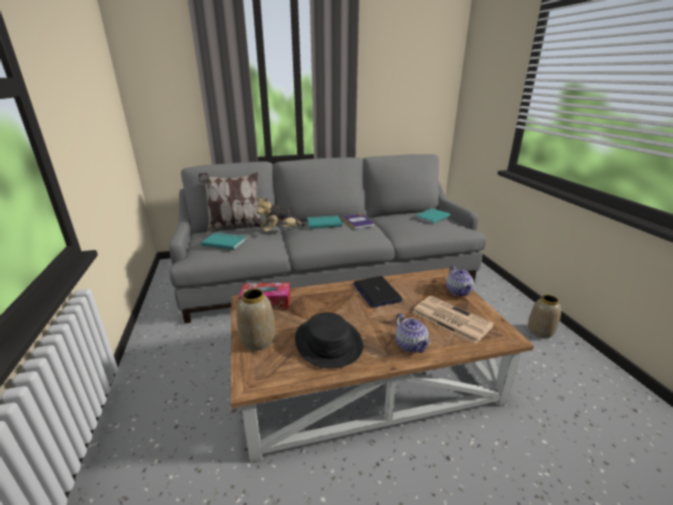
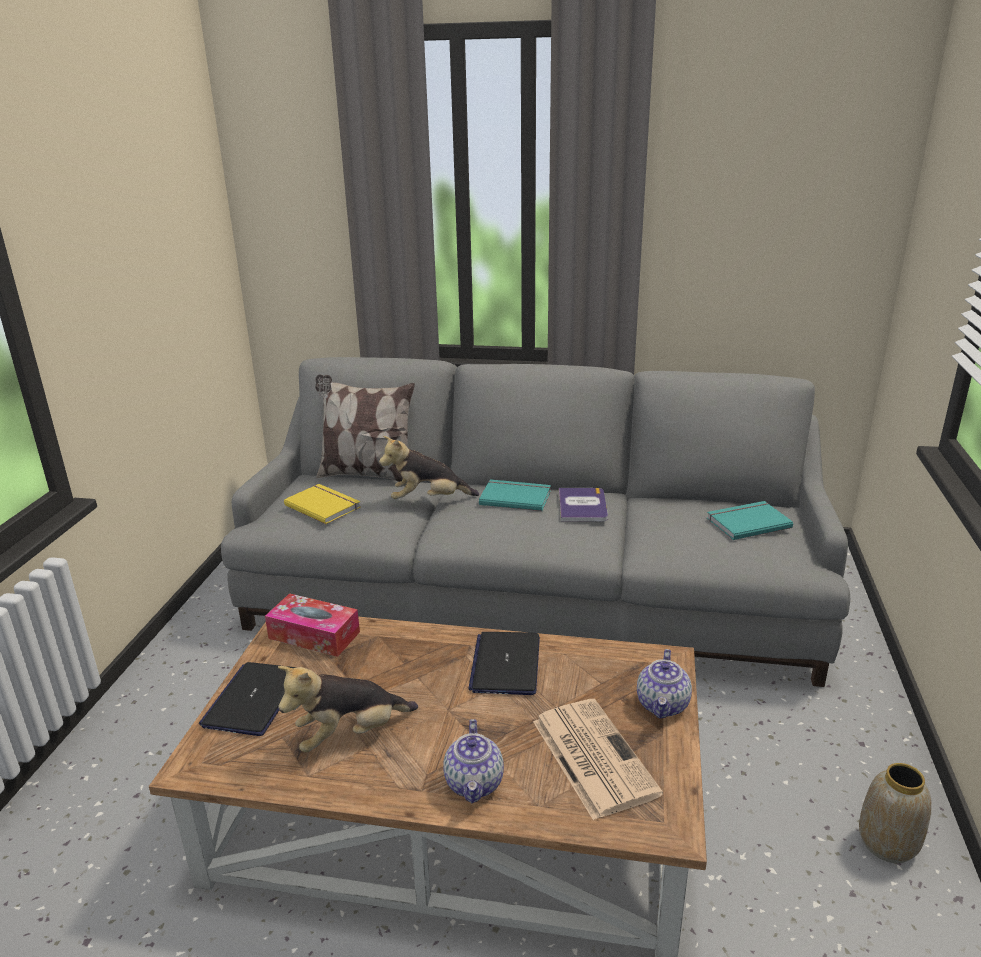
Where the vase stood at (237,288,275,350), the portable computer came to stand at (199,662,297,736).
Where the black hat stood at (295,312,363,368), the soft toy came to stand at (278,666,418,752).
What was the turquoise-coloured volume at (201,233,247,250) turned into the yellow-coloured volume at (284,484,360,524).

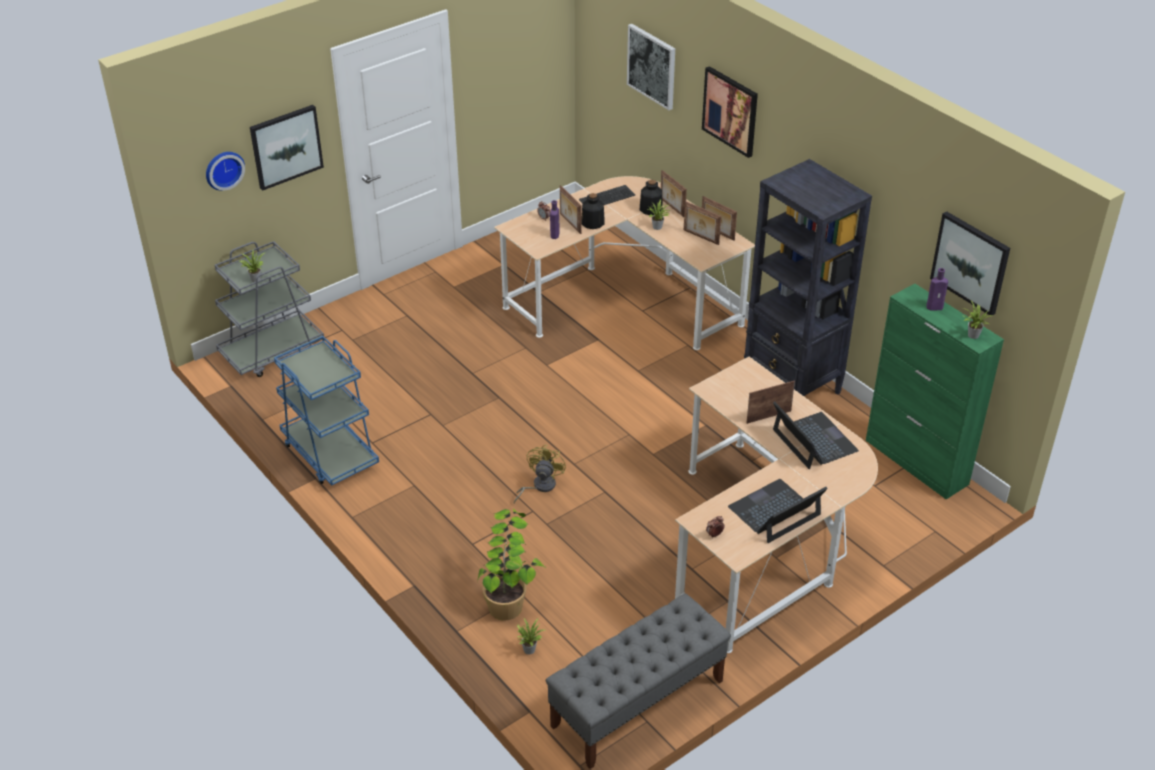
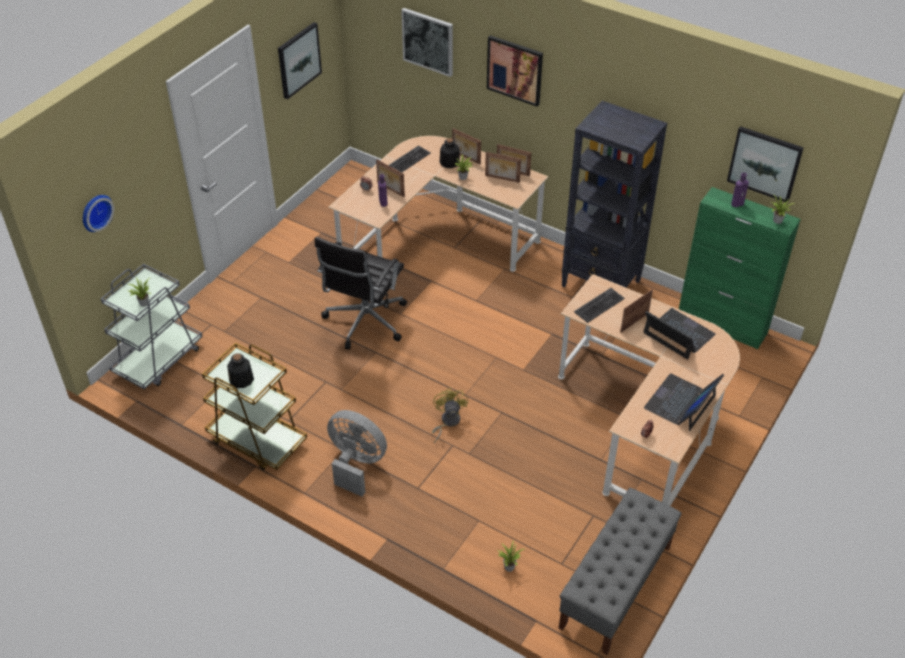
The second view lost the plant in a pot at (477,509,546,620).
The second view gained the black computer chair at (315,237,407,349).
The second view gained the grey cooling fan at (327,410,387,496).
The second view gained the computer keyboard at (574,288,625,323).
The picture ended up elsewhere, having gone from (250,105,324,191) to (278,22,322,100).
The bottle ended up elsewhere, having gone from (582,193,605,229) to (227,354,254,388).
What was the bluish wheeled cart at (274,336,379,486) turned into the brown-coloured wheeled cart at (202,343,307,470).

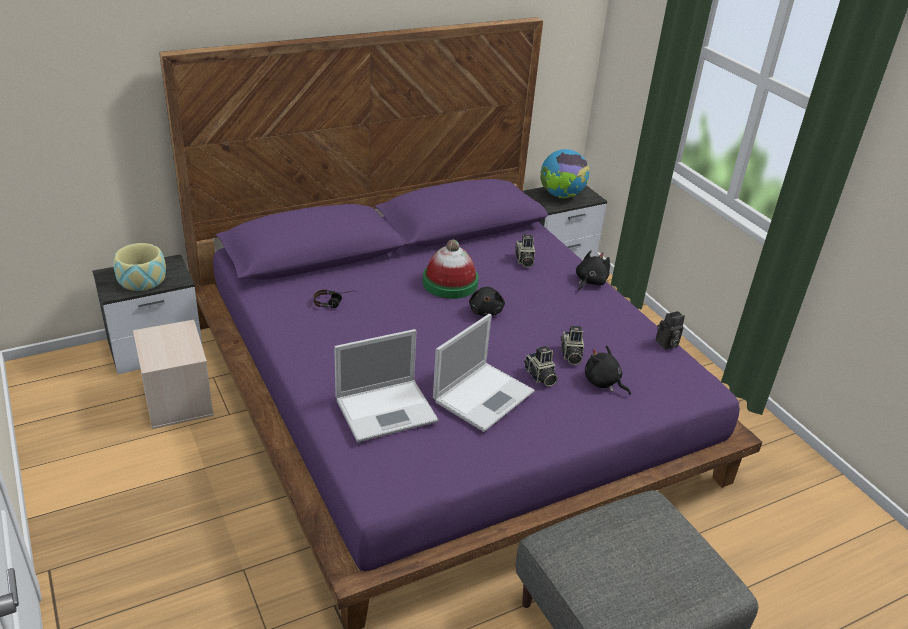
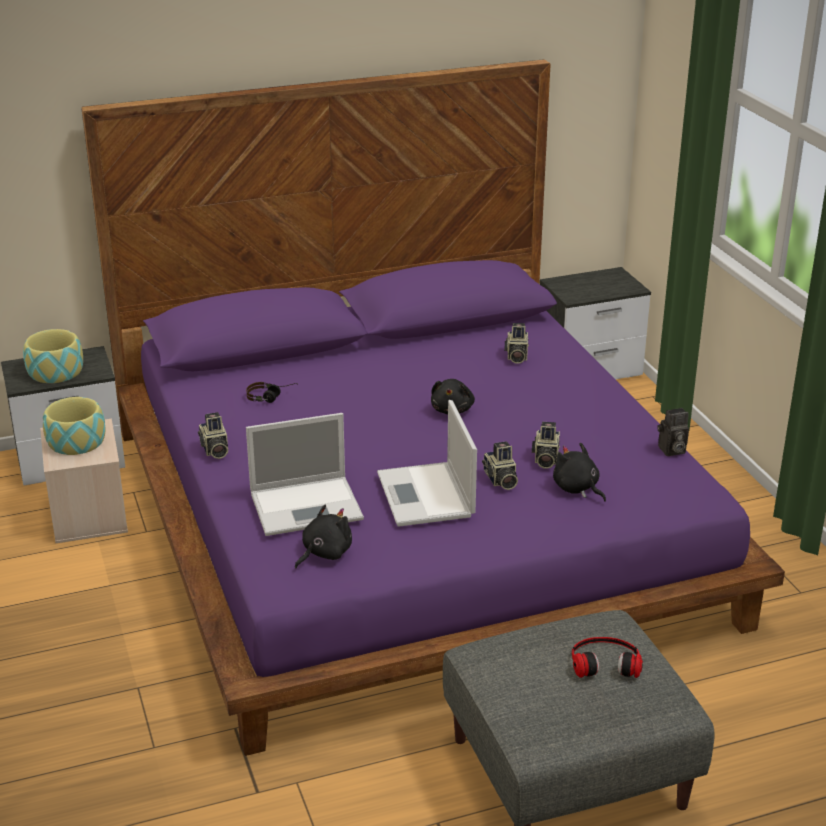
The second view lost the hat at (423,239,478,299).
The second view lost the desk globe at (540,149,589,198).
The second view gained the deep dish at (43,397,105,455).
The second view gained the still camera at (198,412,228,459).
The second view gained the headset at (572,637,643,678).
The black soft toy ended up elsewhere, having gone from (576,250,610,291) to (295,505,352,568).
The portable computer at (433,314,535,432) ended up facing another way, 120 degrees clockwise from before.

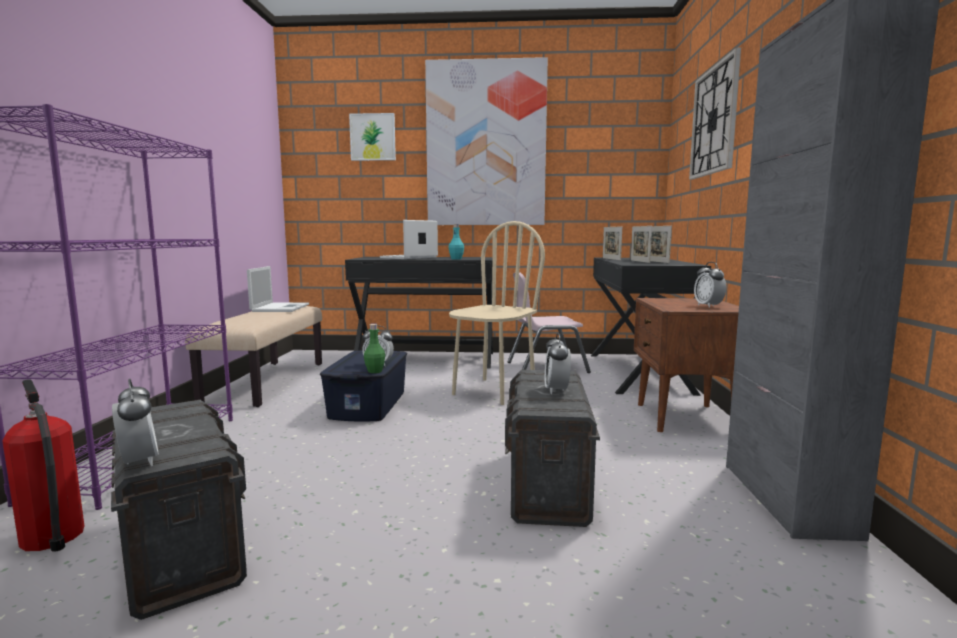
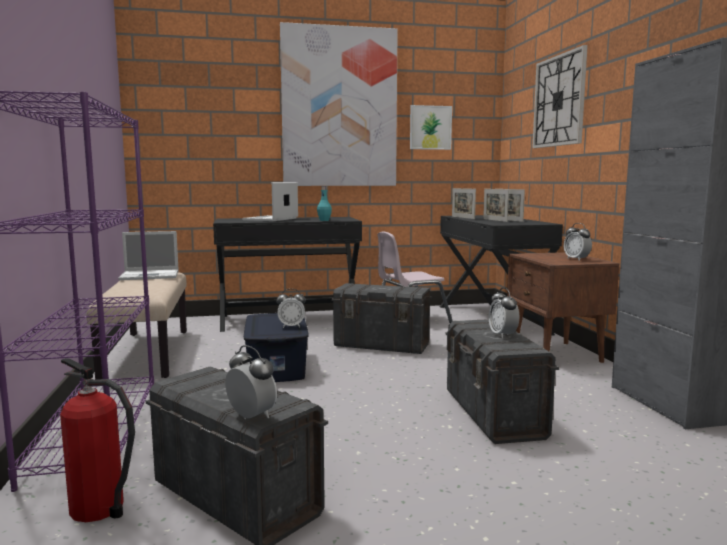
The second view lost the green bottle at (364,324,385,373).
The picture ended up elsewhere, having gone from (349,113,396,161) to (410,105,452,150).
Where the beige-coloured plain chair stood at (449,221,545,405), the grey storage container came to stand at (331,283,432,354).
The portable computer at (247,266,309,312) ended up facing another way, 90 degrees clockwise from before.

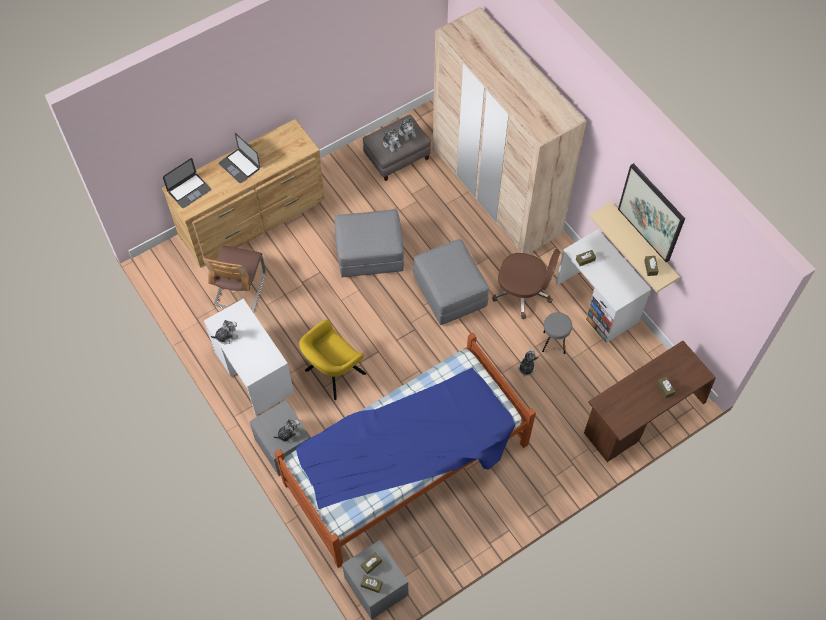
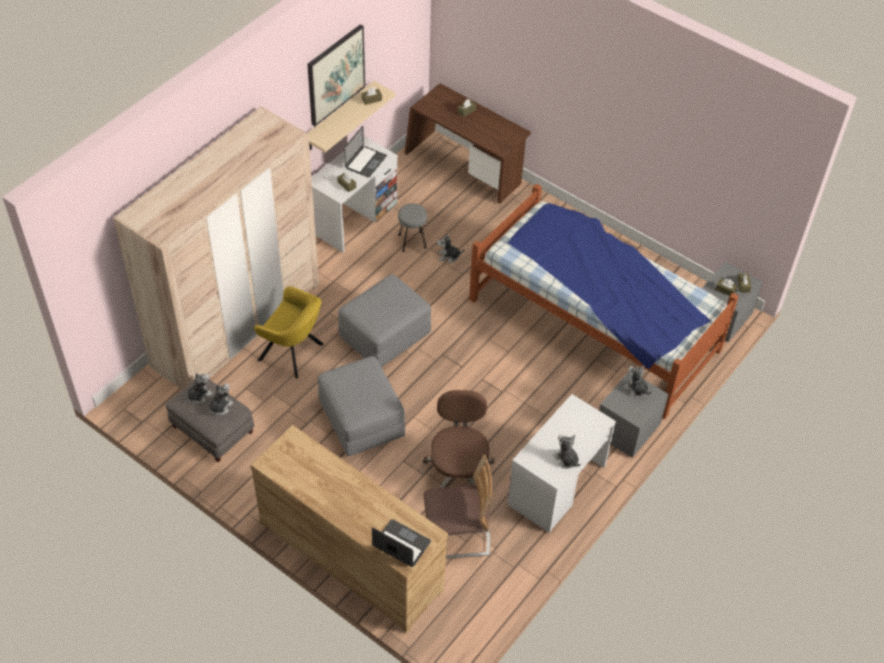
The portable computer ended up elsewhere, having gone from (219,133,260,183) to (344,126,387,177).
The yellow-coloured lounge chair ended up elsewhere, having gone from (299,320,366,400) to (254,286,323,379).
The brown-coloured computer chair ended up elsewhere, having gone from (492,249,560,319) to (423,390,495,488).

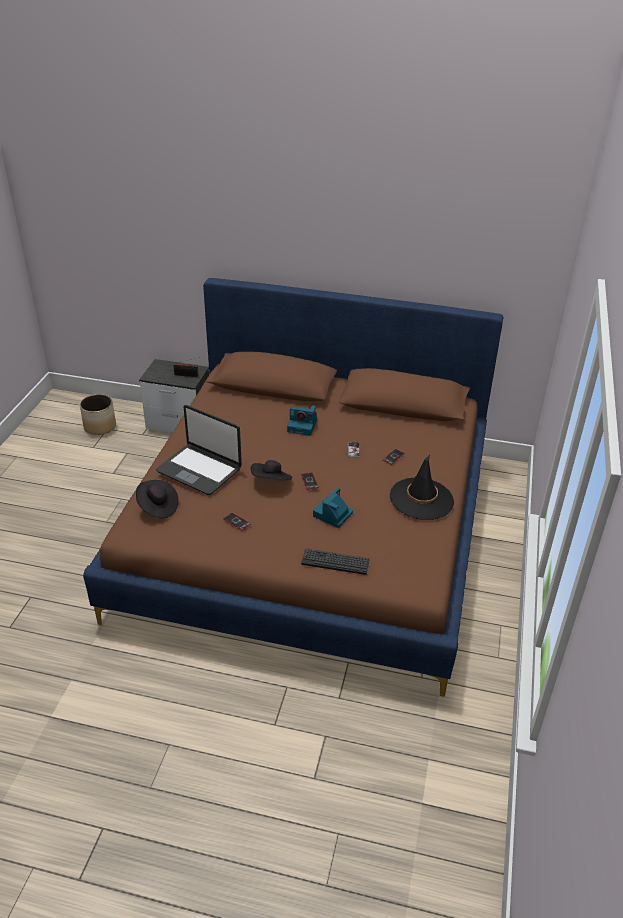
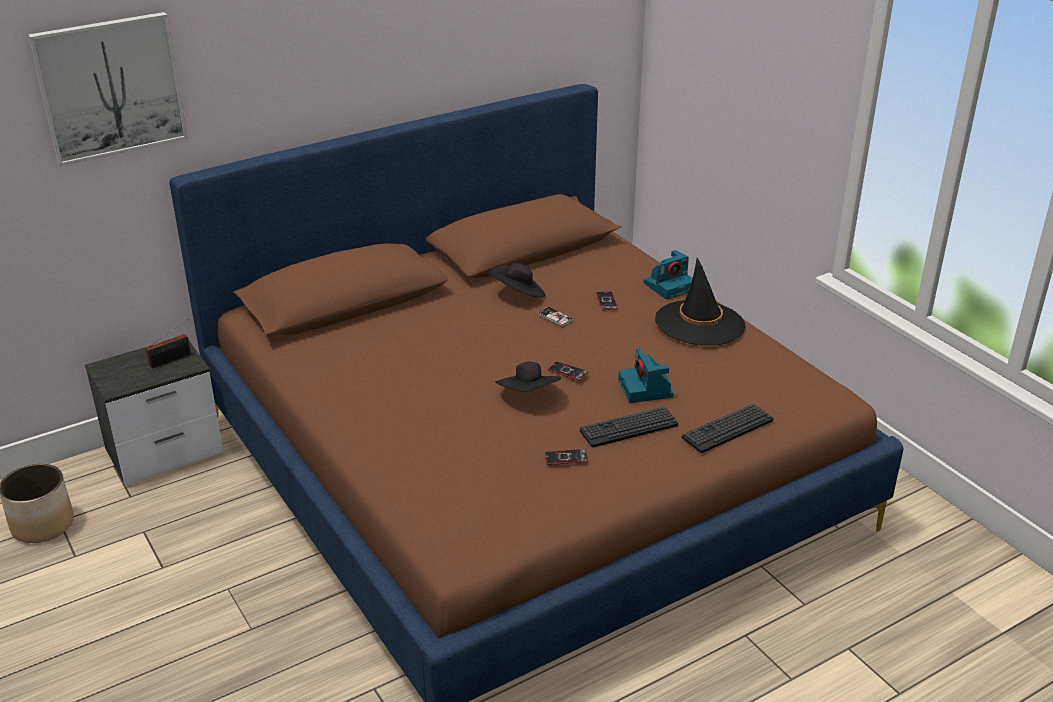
The second view lost the portable computer at (156,405,242,495).
The second view gained the picture at (28,12,188,166).
The second view gained the computer keyboard at (580,407,678,448).
The black hat ended up elsewhere, having gone from (136,480,178,518) to (489,263,545,298).
The still camera ended up elsewhere, having gone from (287,405,317,436) to (644,250,693,300).

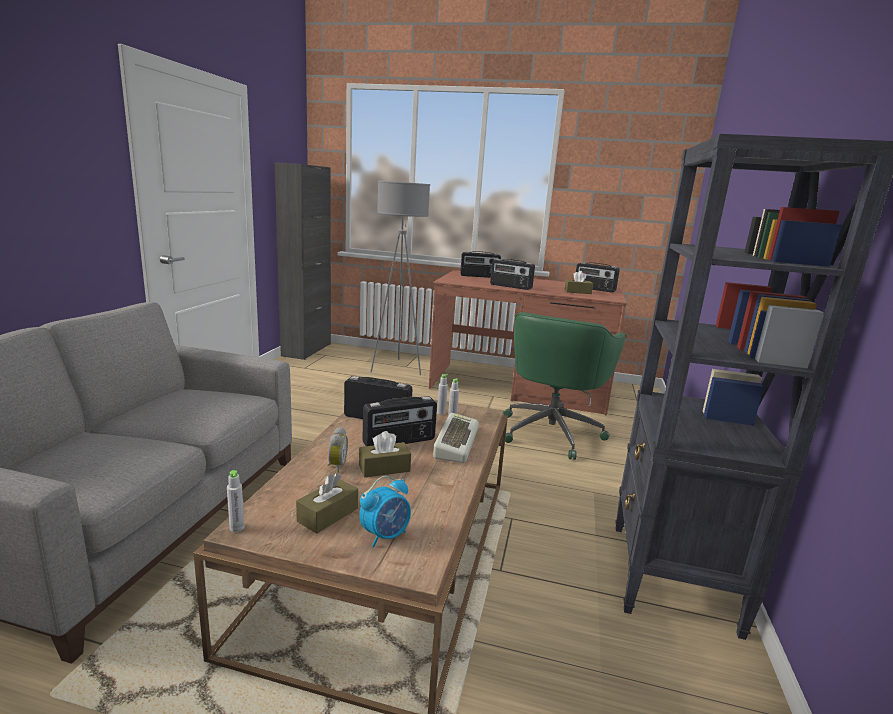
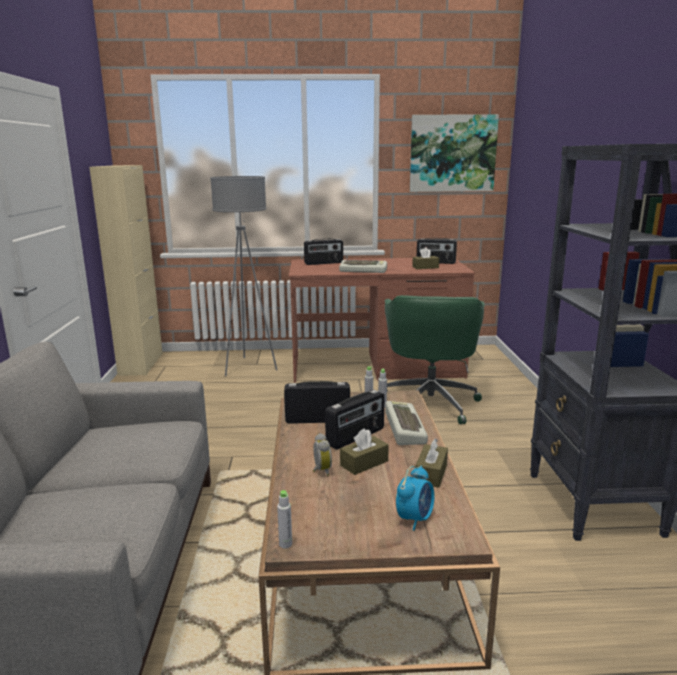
The second view gained the picture at (410,114,499,192).
The brown-coloured tissue holder ended up elsewhere, having gone from (296,473,358,534) to (415,438,448,488).
Where the radio receiver stood at (490,259,535,290), the computer keyboard came to stand at (339,260,387,273).
What was the black cupboard at (275,162,331,360) turned into the beige-coloured cupboard at (89,165,163,376).

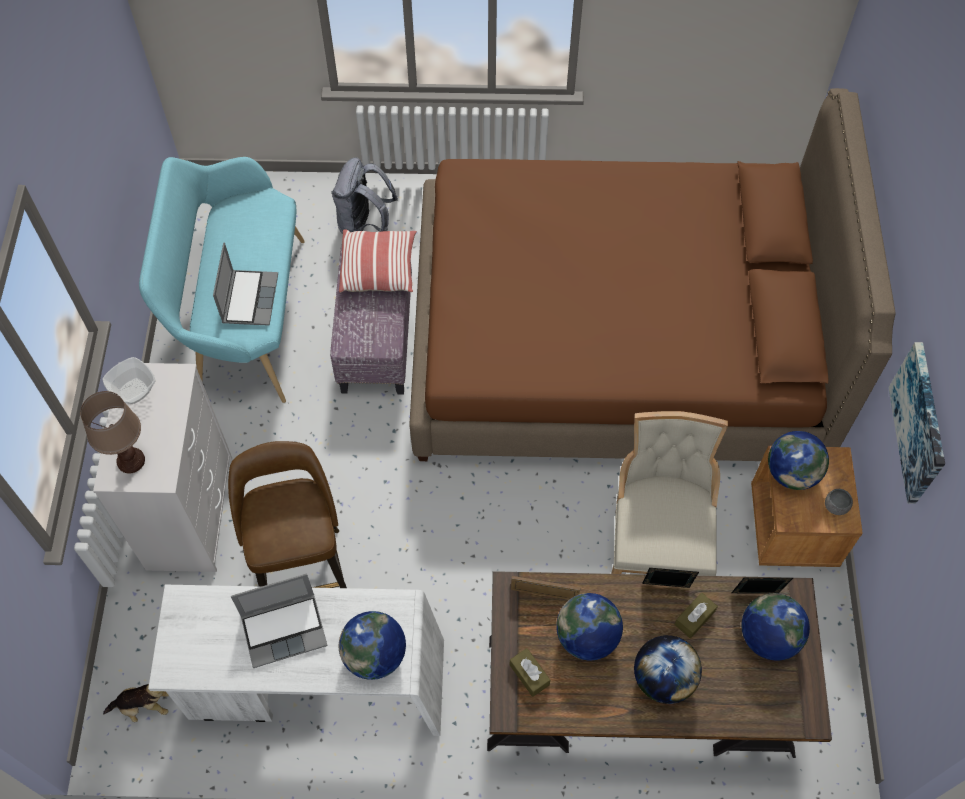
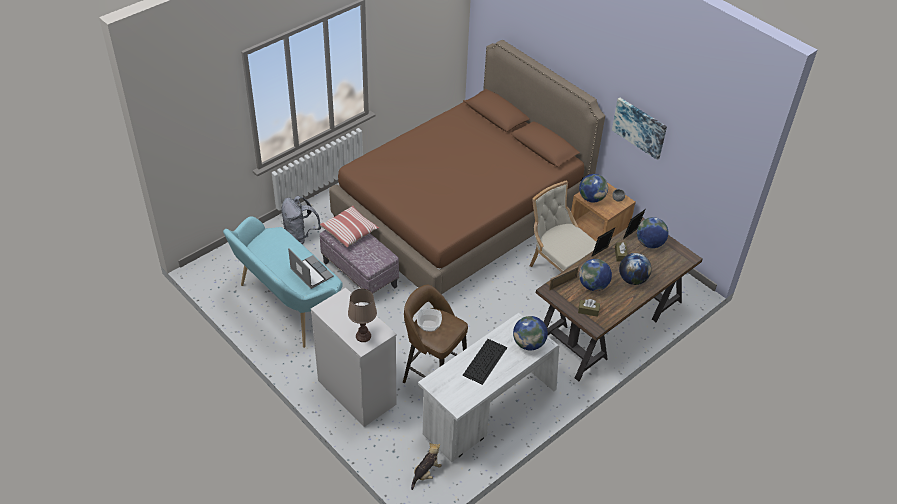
The deep dish ended up elsewhere, having gone from (103,357,156,404) to (417,309,442,332).
Where the portable computer stood at (231,573,328,668), the computer keyboard came to stand at (462,339,507,385).

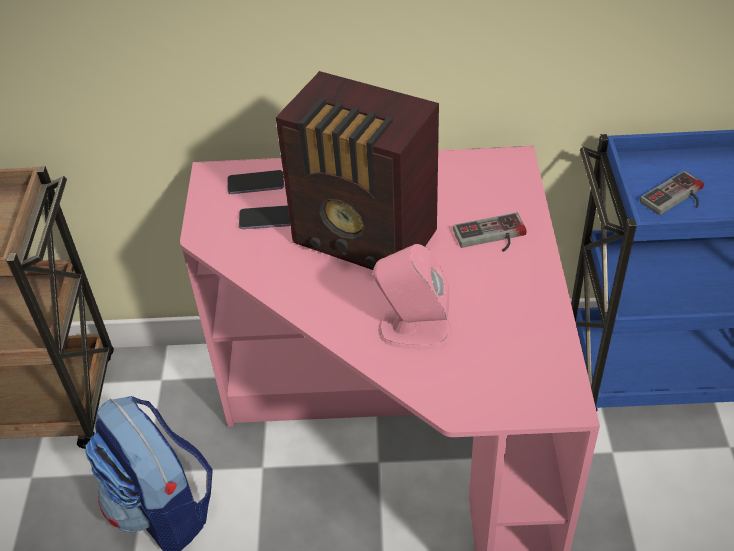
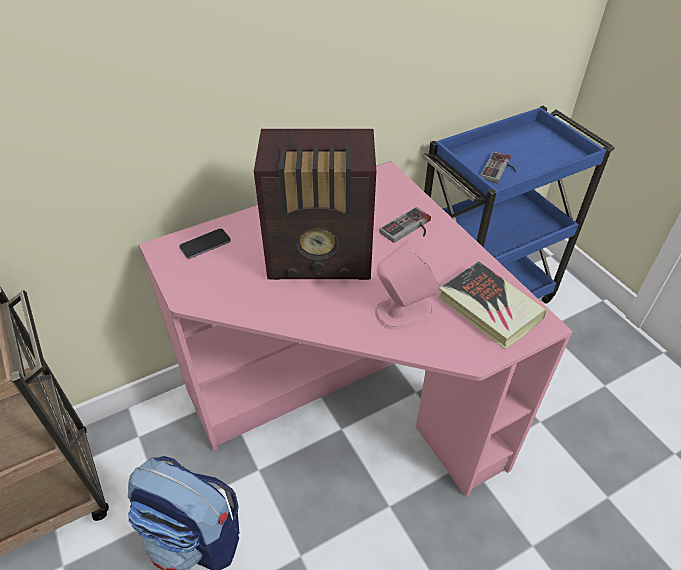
The second view lost the phone at (239,205,290,229).
The second view gained the volume at (439,261,547,349).

